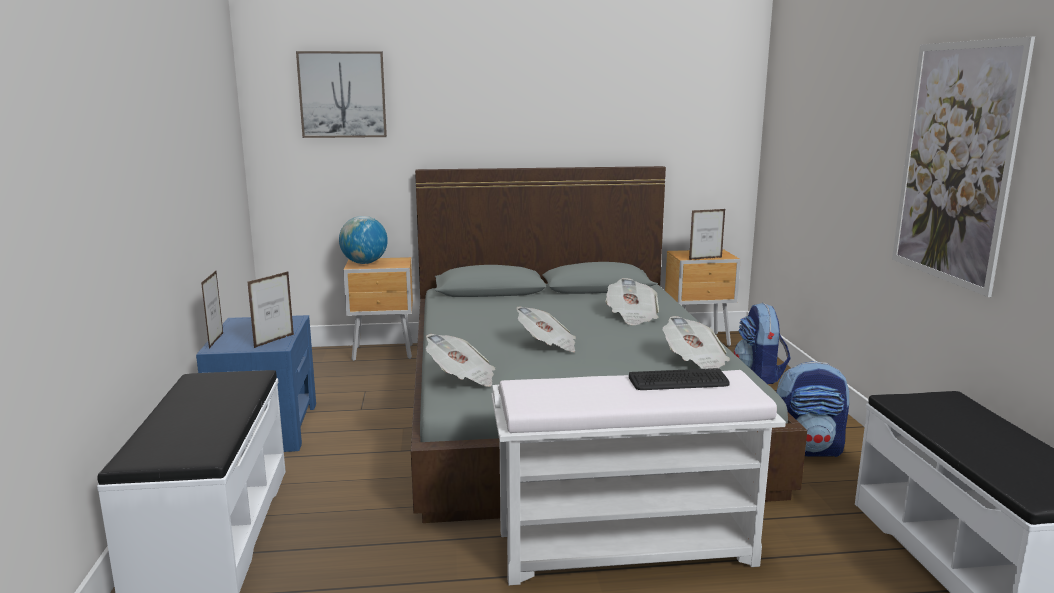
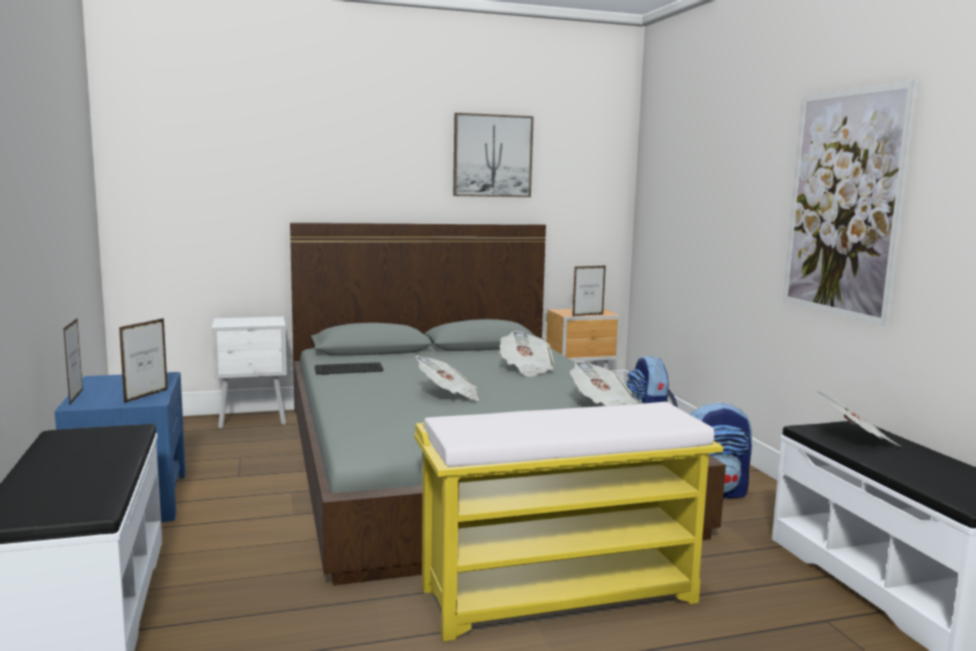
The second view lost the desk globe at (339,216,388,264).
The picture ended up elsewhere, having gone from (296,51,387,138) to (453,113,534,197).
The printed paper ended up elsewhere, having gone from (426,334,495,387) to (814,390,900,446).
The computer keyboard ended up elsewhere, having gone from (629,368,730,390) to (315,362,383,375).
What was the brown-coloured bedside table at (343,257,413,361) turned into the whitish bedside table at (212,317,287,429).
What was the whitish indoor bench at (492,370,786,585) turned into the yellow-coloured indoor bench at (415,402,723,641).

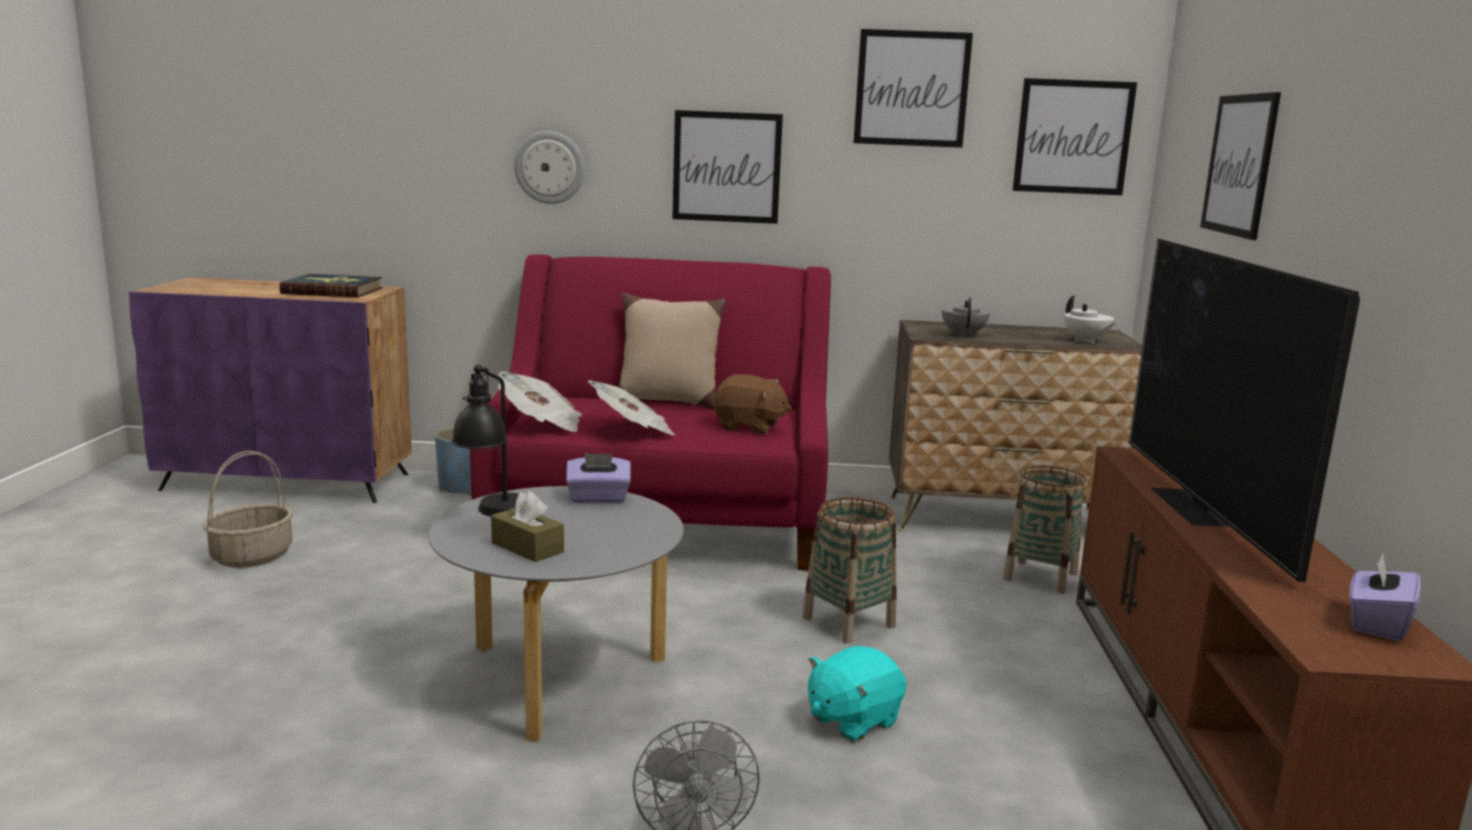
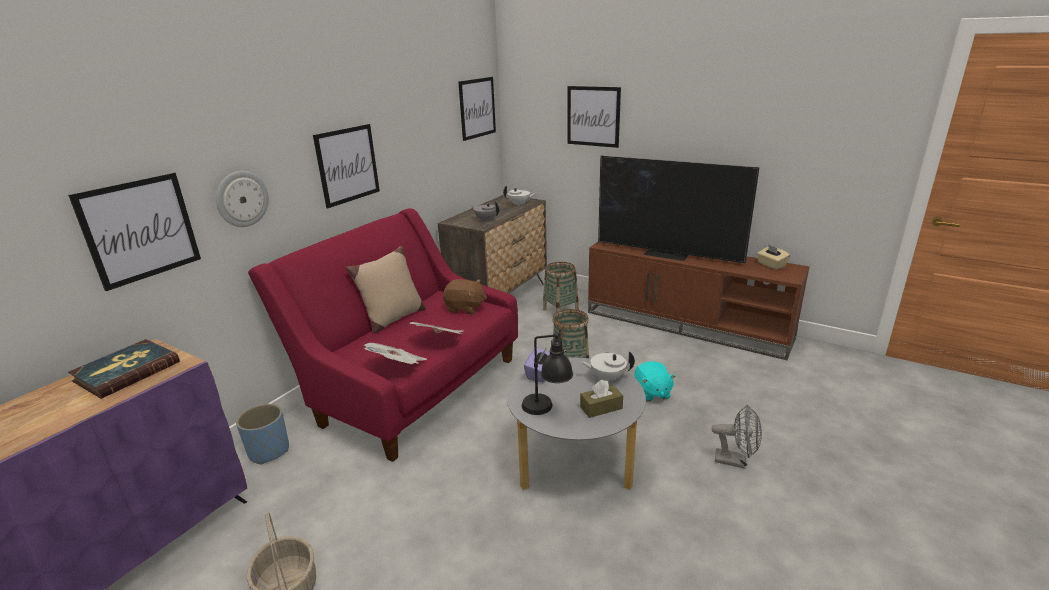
The second view gained the whitish tea pot at (580,351,635,383).
The picture ended up elsewhere, having gone from (853,29,973,148) to (68,172,201,291).
What was the purplish tissue holder at (1349,553,1421,641) turned into the beige-coloured tissue holder at (757,245,790,270).
The brown-coloured soft toy at (714,374,792,434) ended up facing another way, 60 degrees clockwise from before.

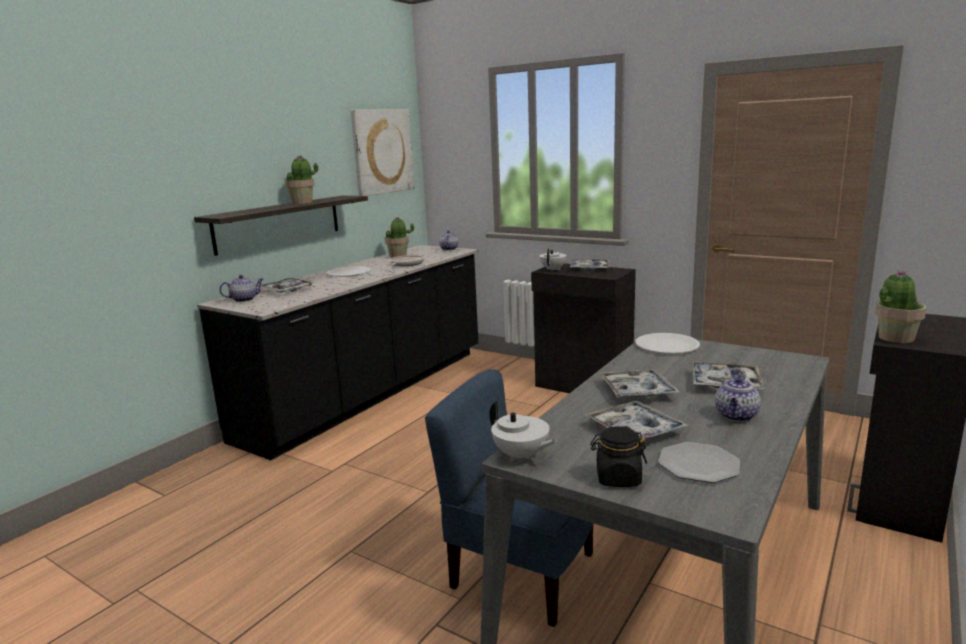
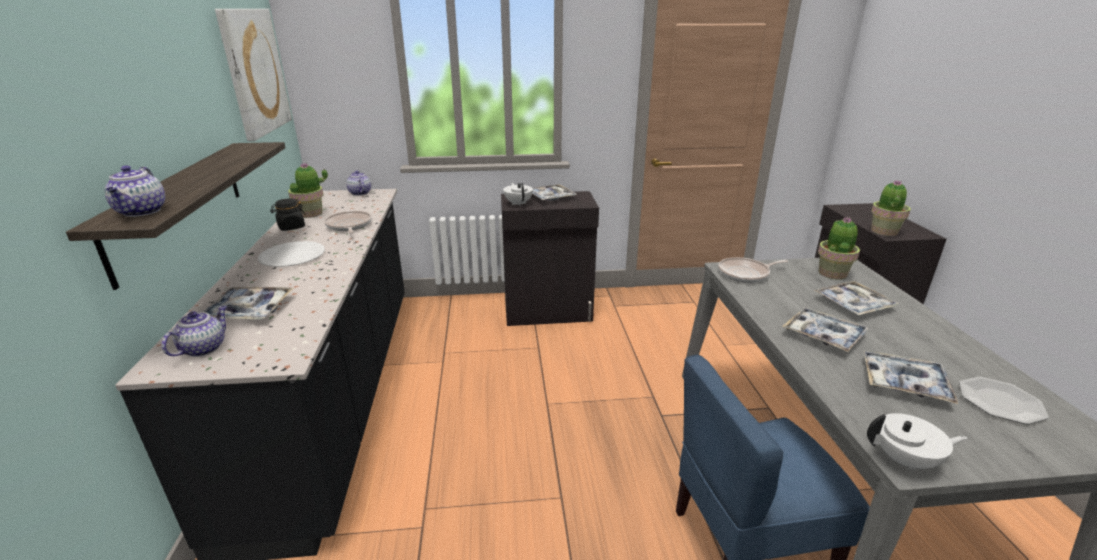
The plant in a pot ended up elsewhere, having gone from (285,155,318,204) to (818,217,860,280).
The black jar ended up elsewhere, having gone from (590,426,647,487) to (270,198,306,231).
The tea pot ended up elsewhere, having gone from (715,375,761,422) to (104,165,165,217).
Where the whitish flat dish stood at (635,333,700,354), the frying pan came to stand at (718,257,788,283).

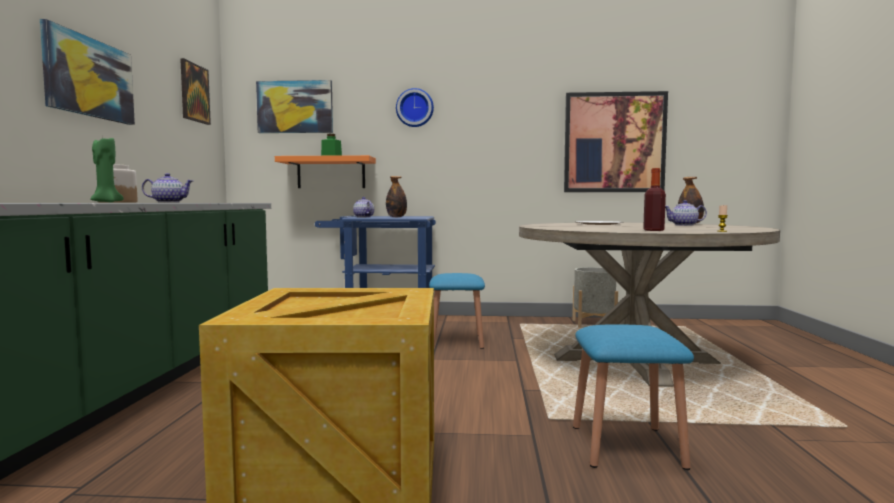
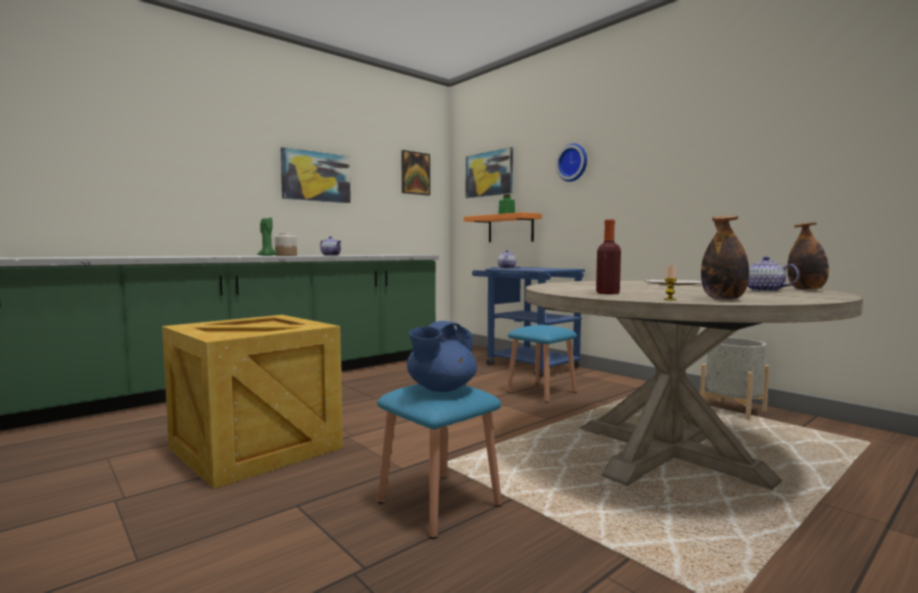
The second view lost the picture at (564,91,668,192).
The second view gained the bluish tea pot at (407,321,477,392).
The bottle ended up elsewhere, having gone from (386,176,407,217) to (701,216,749,300).

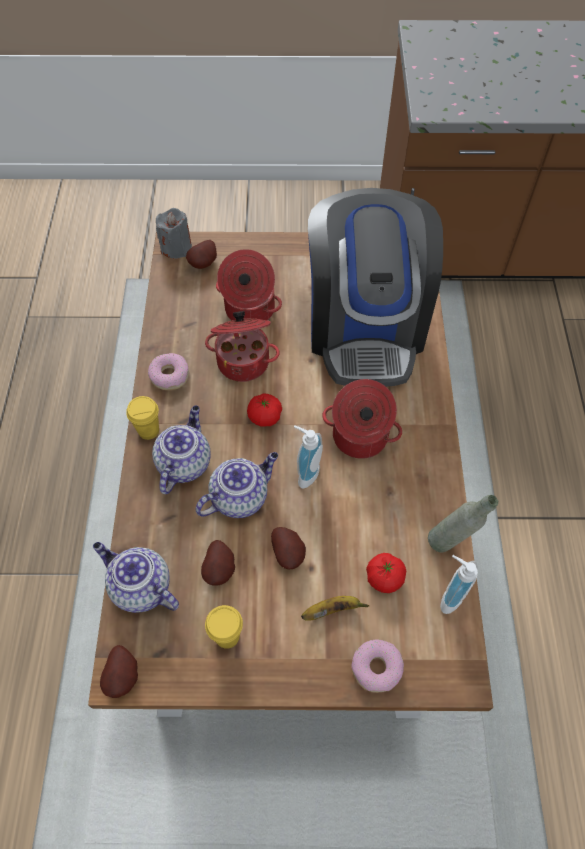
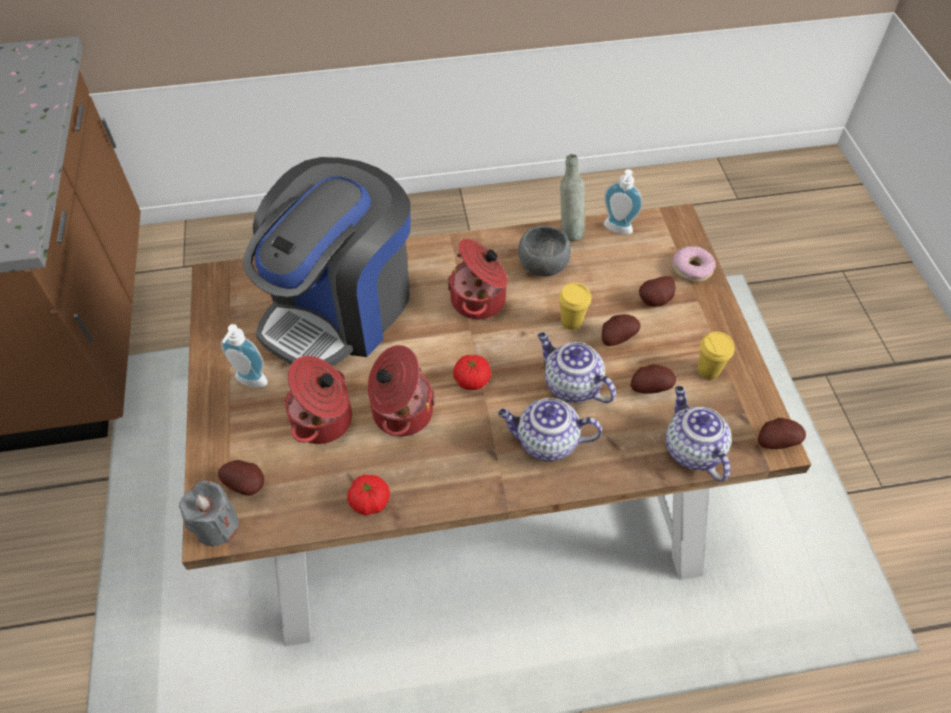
The second view lost the donut at (148,353,189,390).
The second view gained the grey deep dish at (518,226,571,276).
The yellow-coloured drinking cup ended up elsewhere, having gone from (126,396,159,440) to (559,283,591,330).
The soap bottle ended up elsewhere, having gone from (294,426,323,488) to (221,324,268,387).
The fresh tomato ended up elsewhere, having gone from (366,553,406,593) to (347,475,390,515).
Where the banana stood at (301,596,369,621), the potato came to stand at (639,276,675,307).
The tea pot at (93,542,179,613) ended up facing another way, 135 degrees clockwise from before.
The coffee machine at (308,188,443,387) ended up facing another way, 135 degrees clockwise from before.

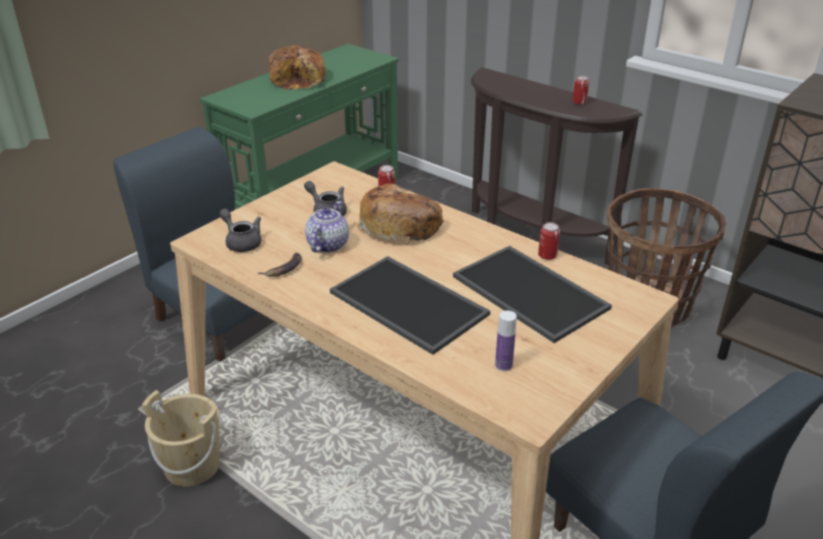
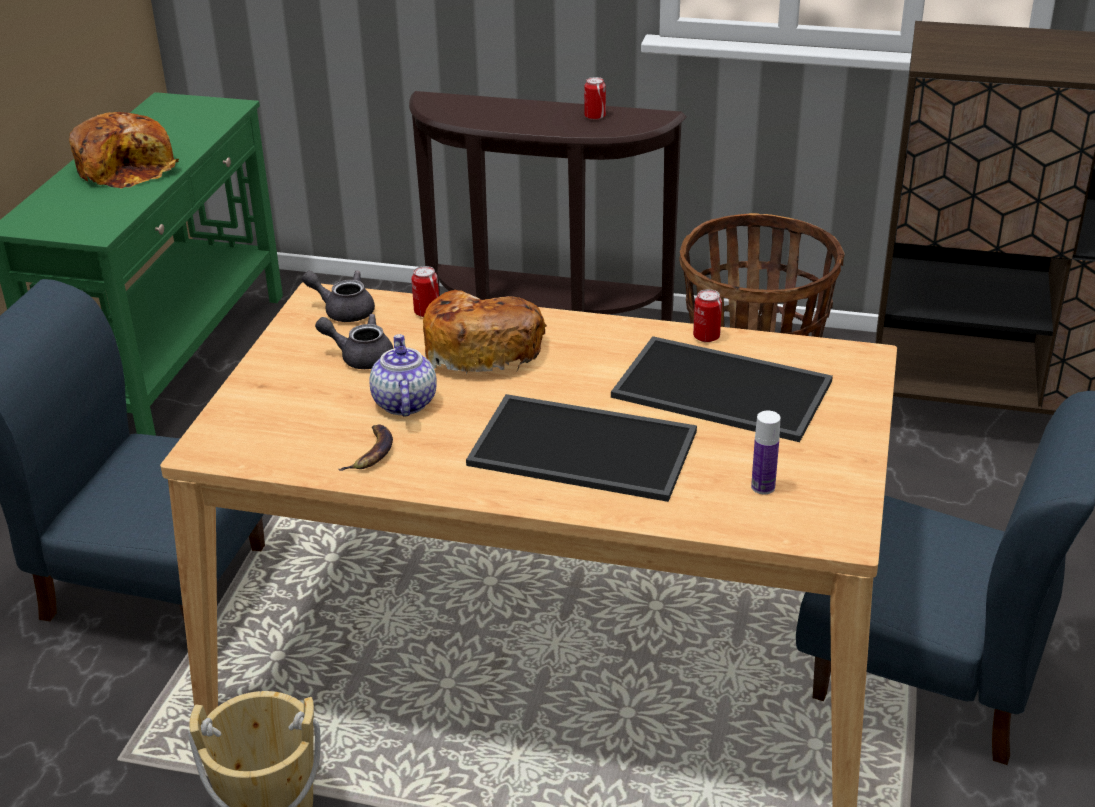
The grey tea pot ended up elsewhere, having gone from (219,209,261,252) to (302,271,375,322).

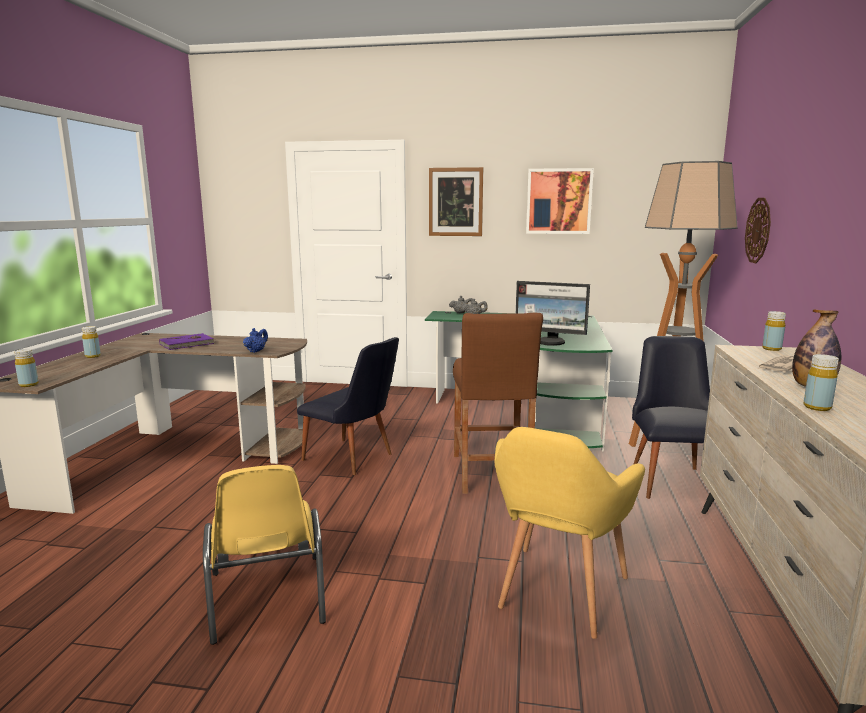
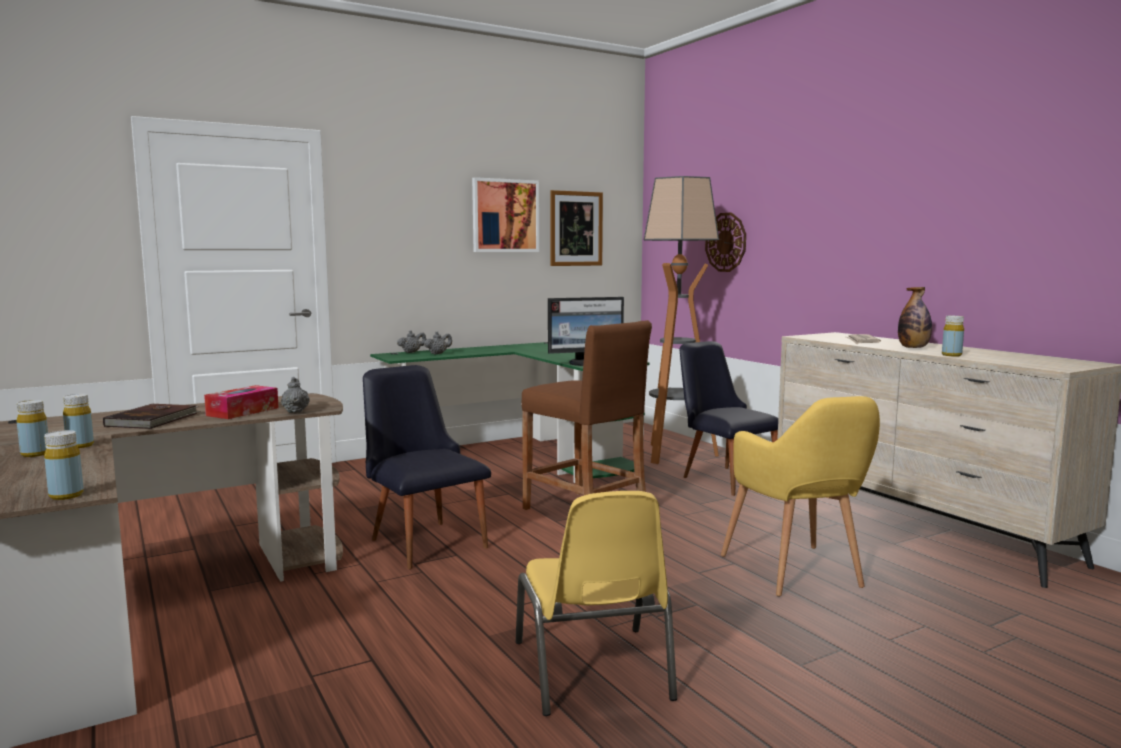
The second view gained the tissue holder at (204,385,279,419).
The picture ended up elsewhere, having gone from (429,167,483,236) to (550,190,603,266).
The yellow-coloured bottle ended up elsewhere, having gone from (762,311,786,351) to (63,394,94,448).
What was the purplish volume at (159,333,216,350) turned into the brown-coloured volume at (103,403,201,429).
What was the bluish tea pot at (243,328,268,353) turned into the grey tea pot at (281,377,310,413).
The yellow-coloured plain chair at (203,465,326,645) ended up facing another way, 45 degrees clockwise from before.
The black plain chair at (297,337,399,475) ended up facing another way, 120 degrees counterclockwise from before.

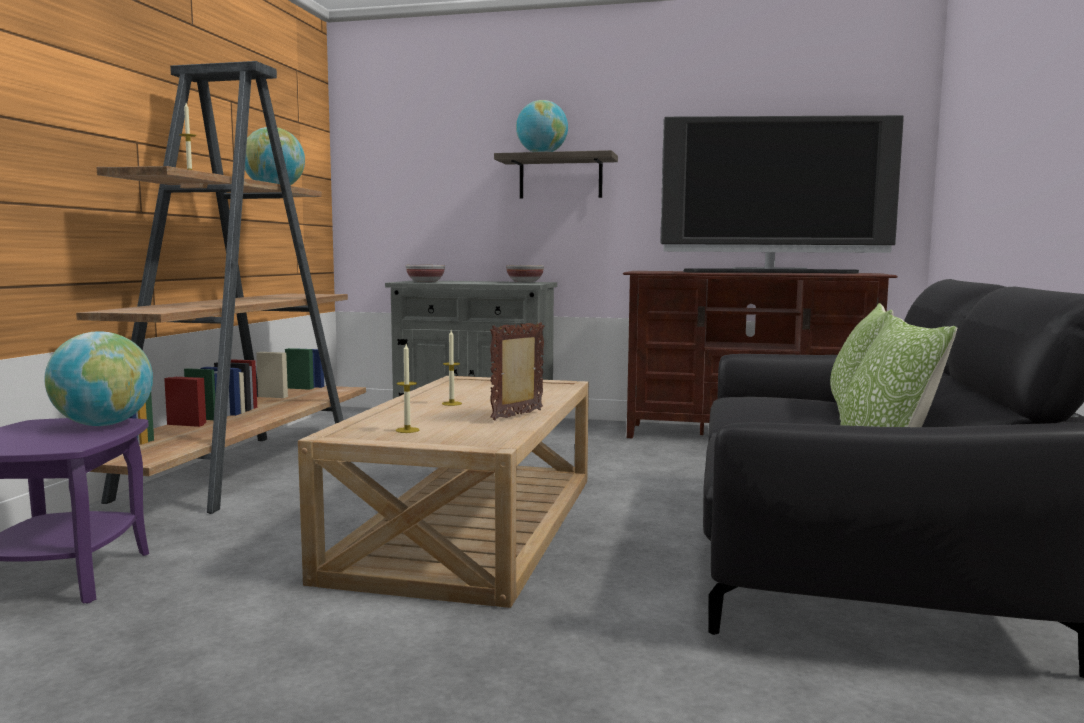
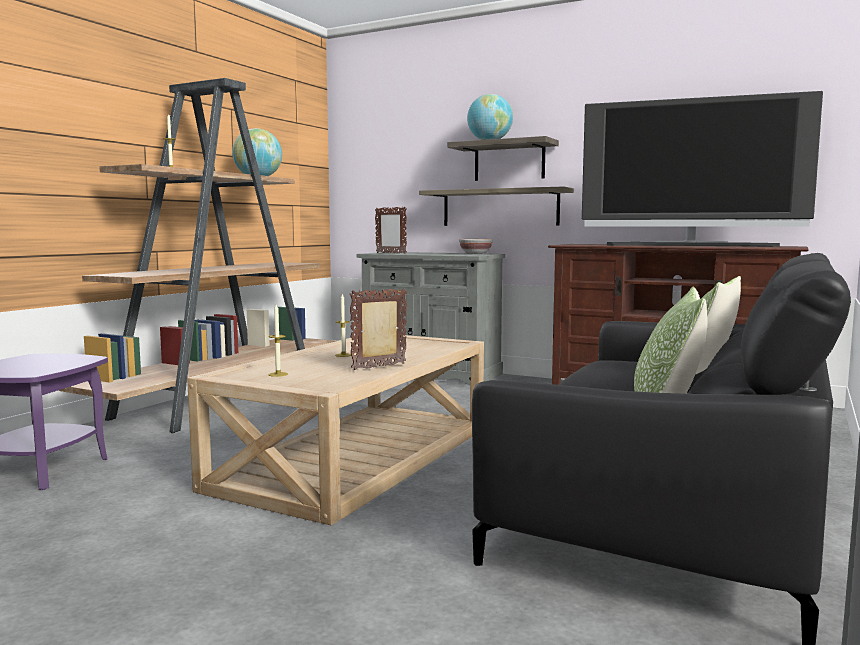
The second view lost the desk globe at (44,331,153,426).
The second view gained the shelf at (419,186,574,226).
Where the deep dish stood at (406,265,445,282), the picture frame came to stand at (375,207,407,254).

